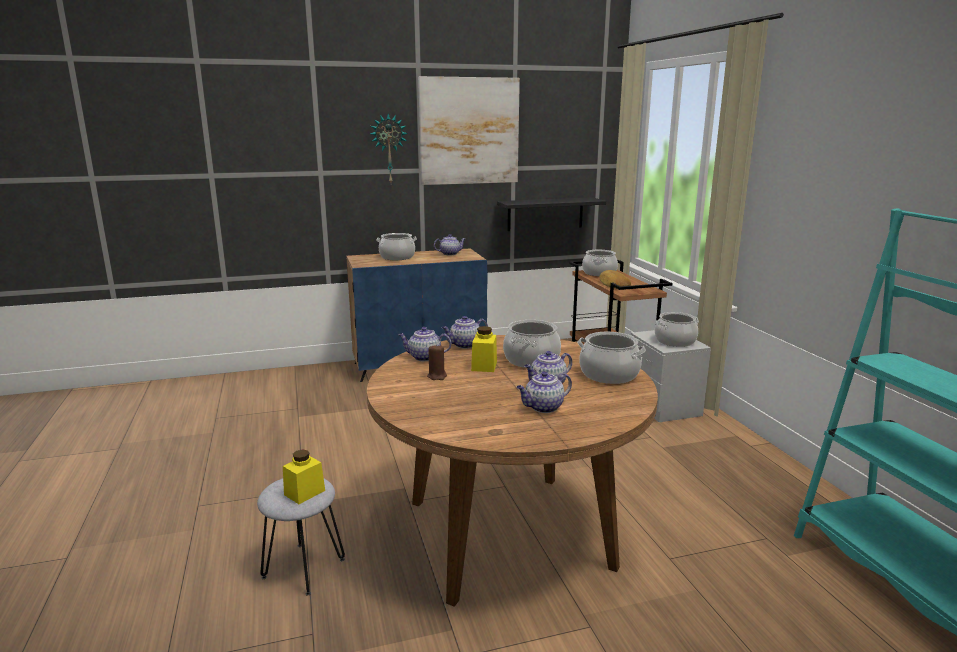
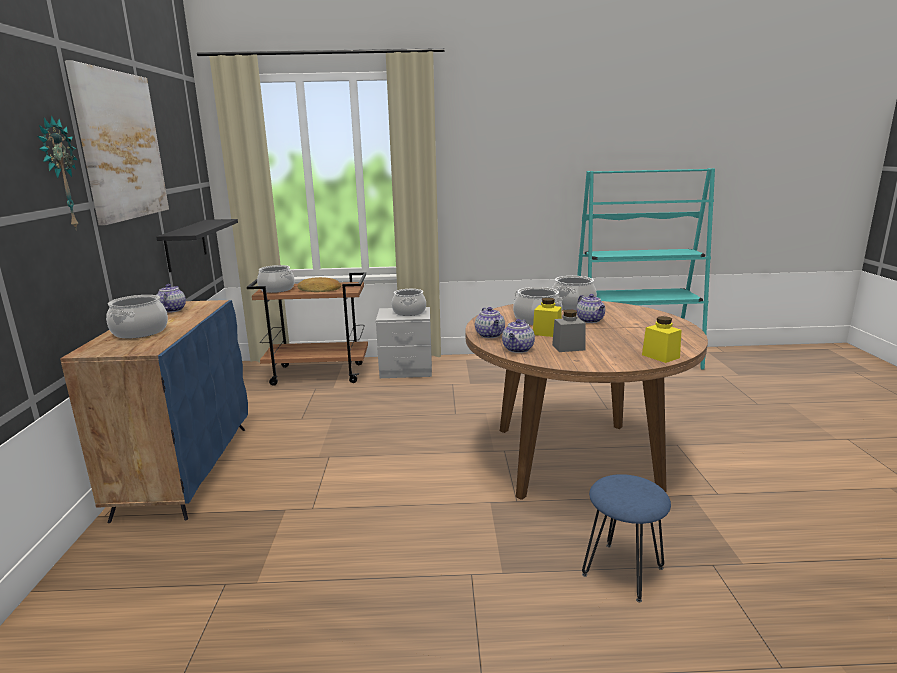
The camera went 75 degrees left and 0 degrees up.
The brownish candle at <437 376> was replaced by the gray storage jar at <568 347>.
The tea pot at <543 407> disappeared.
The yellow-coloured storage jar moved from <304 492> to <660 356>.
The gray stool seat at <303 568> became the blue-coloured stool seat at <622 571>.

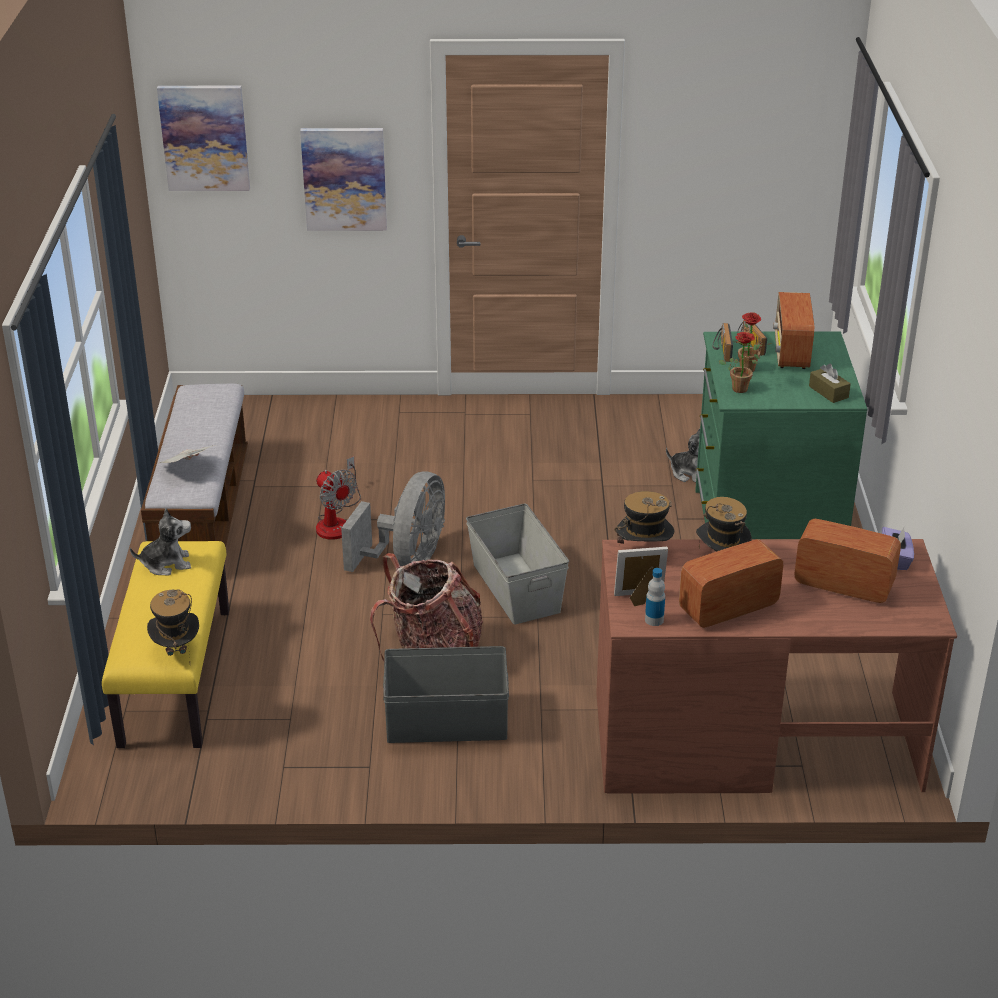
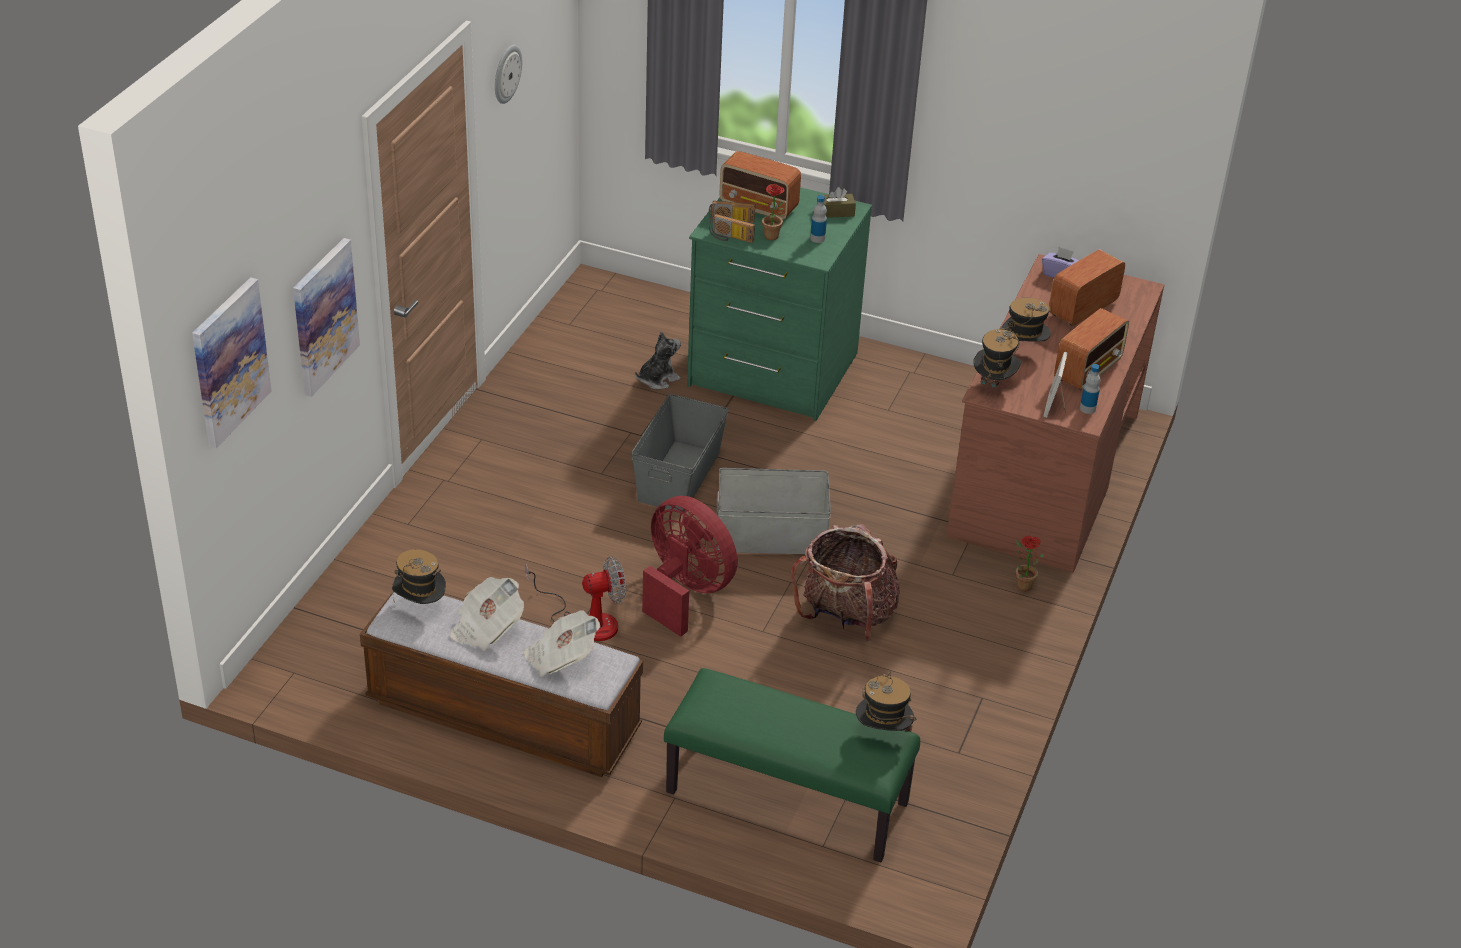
The camera went 70 degrees left and 5 degrees up.
The potted plant moved from <741 387> to <1021 584>.
The gray fan at <407 560> became the red fan at <685 592>.
The cuddly toy at <166 564> disappeared.
The radio at <727 608> turned 135 degrees counterclockwise.
The yellow-coloured long seat at <174 676> became the green long seat at <785 798>.
The gray storage container moved from <447 723> to <680 476>.
The hanging clock at <506 73> appeared.
The drink bottle at <817 238> appeared.
The wearable hat at <420 607> appeared.
The printed paper at <486 628> appeared.

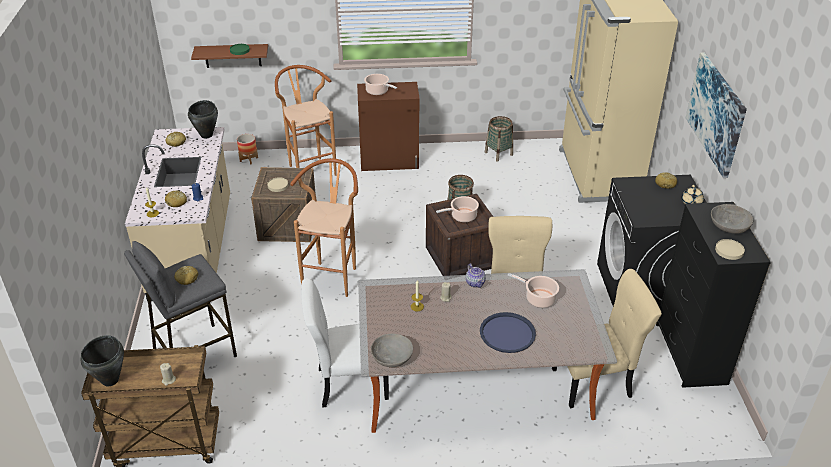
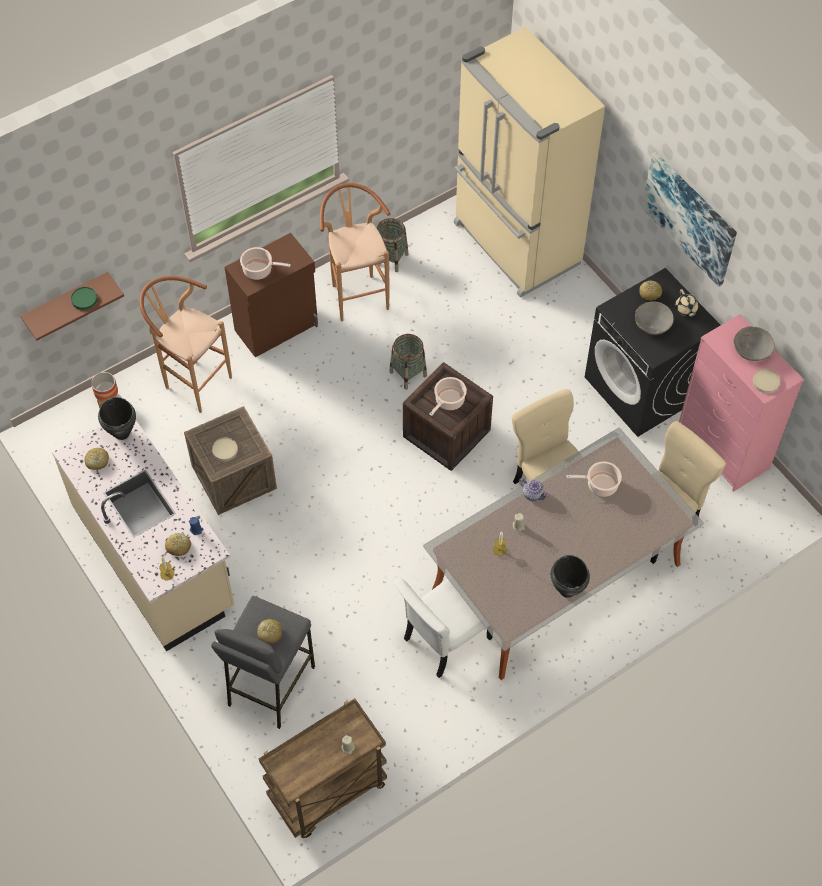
The camera went 30 degrees left and 20 degrees up.
The brownish stool seat moved from <332 275> to <357 293>.
The black-coloured chest of drawers at <691 354> became the pink-coloured chest of drawers at <723 449>.
The blue-coloured tray at <507 333> disappeared.
The gray bowl moved from <392 358> to <652 324>.
The black-coloured stockpot moved from <110 380> to <567 590>.

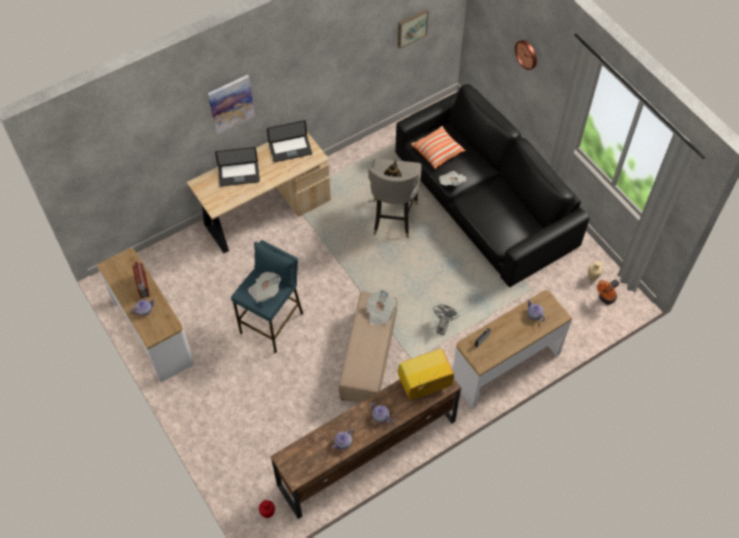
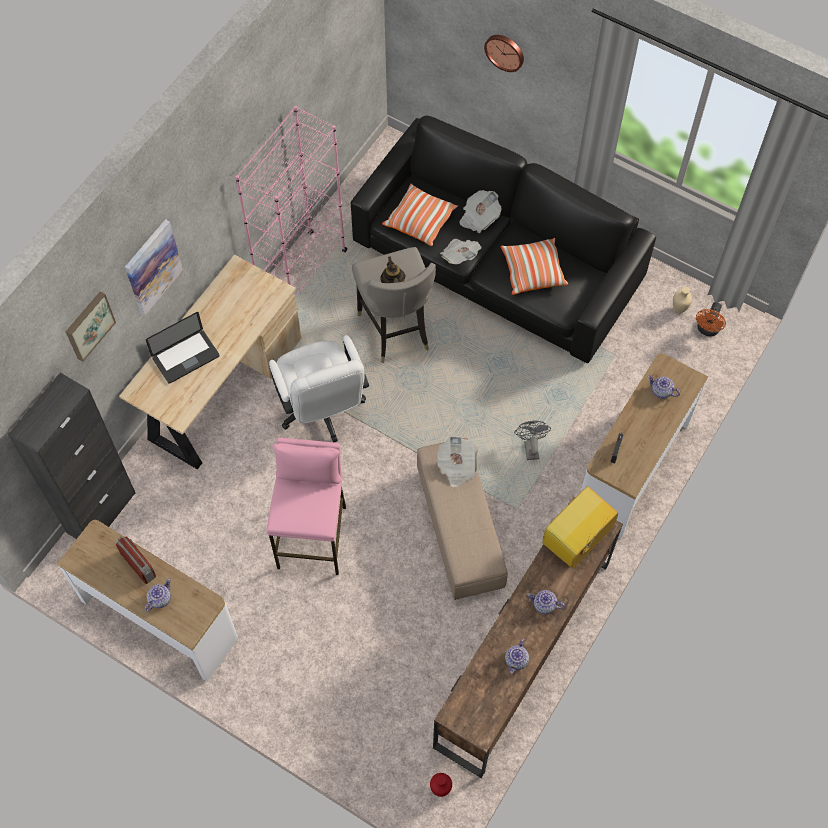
The camera went 25 degrees left and 5 degrees up.
The wall art moved from <411 27> to <88 325>.
The portable computer at <290 149> disappeared.
The blue-coloured stool seat at <272 323> became the pink-coloured stool seat at <313 537>.
The printed paper moved from <264 291> to <479 217>.
The pink-coloured bookshelf at <302 274> appeared.
The throw pillow at <532 271> appeared.
The whitish computer chair at <322 411> appeared.
The black-coloured storage cabinet at <101 513> appeared.

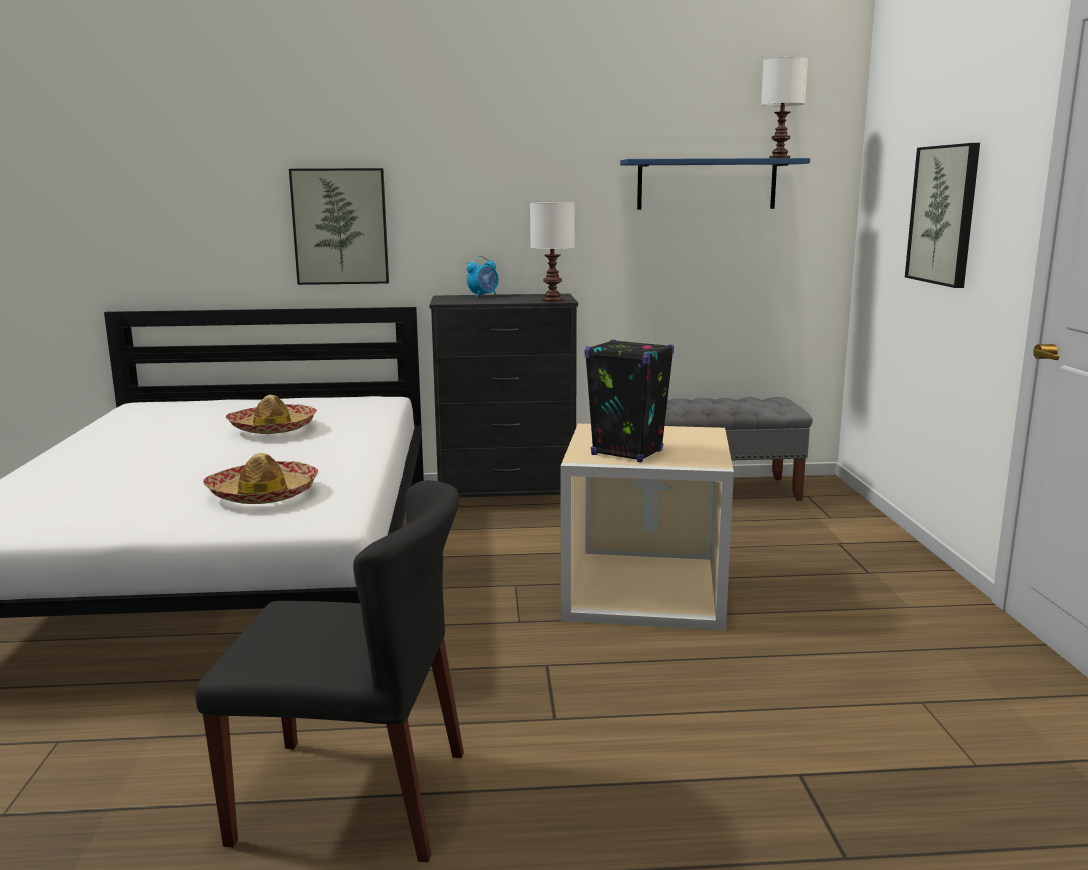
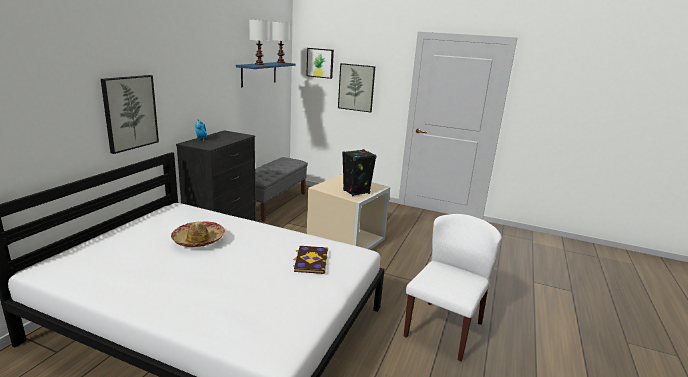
The camera went 65 degrees left and 5 degrees up.
The whitish table lamp moved from <552 301> to <259 64>.
The wearable hat at <263 494> was replaced by the book at <310 261>.
The black-coloured upright chair at <354 796> became the whitish upright chair at <443 329>.
The wall art at <320 63> appeared.

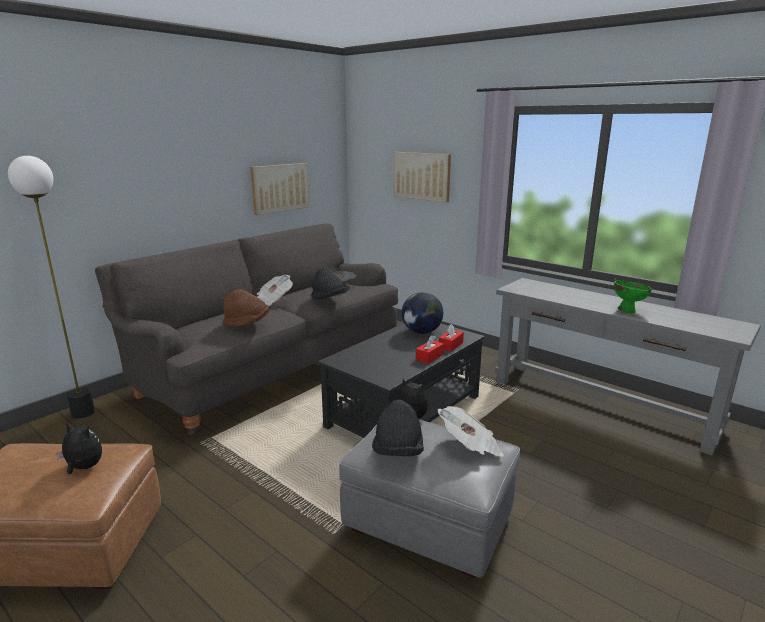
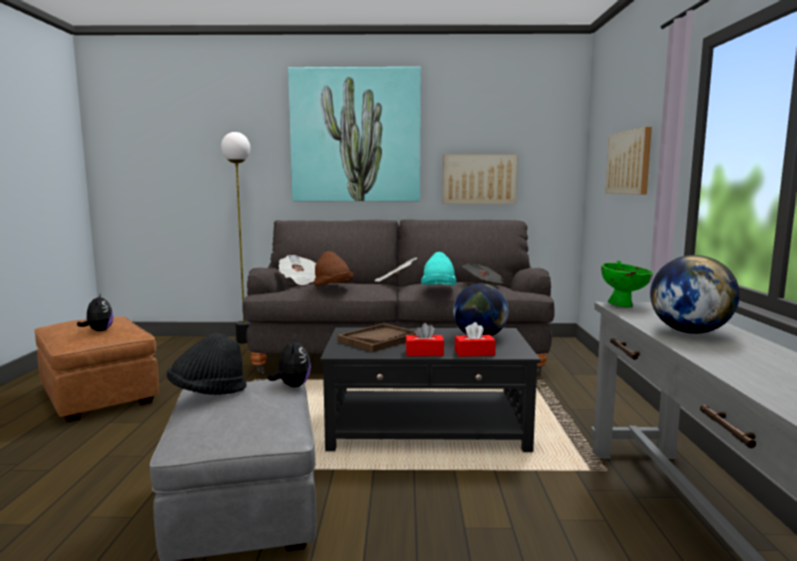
The camera went 50 degrees right and 10 degrees down.
The black-coloured wearable hat at <328 299> became the blue-green wearable hat at <438 288>.
The green bowl moved from <627 310> to <623 305>.
The printed paper moved from <470 446> to <299 281>.
The wall art at <355 136> appeared.
The desk globe at <689 332> appeared.
The brownish tray at <379 339> appeared.

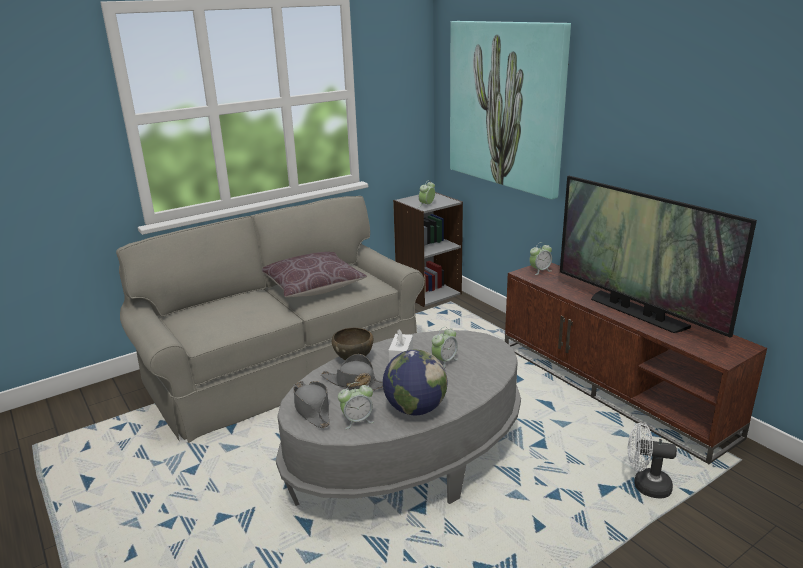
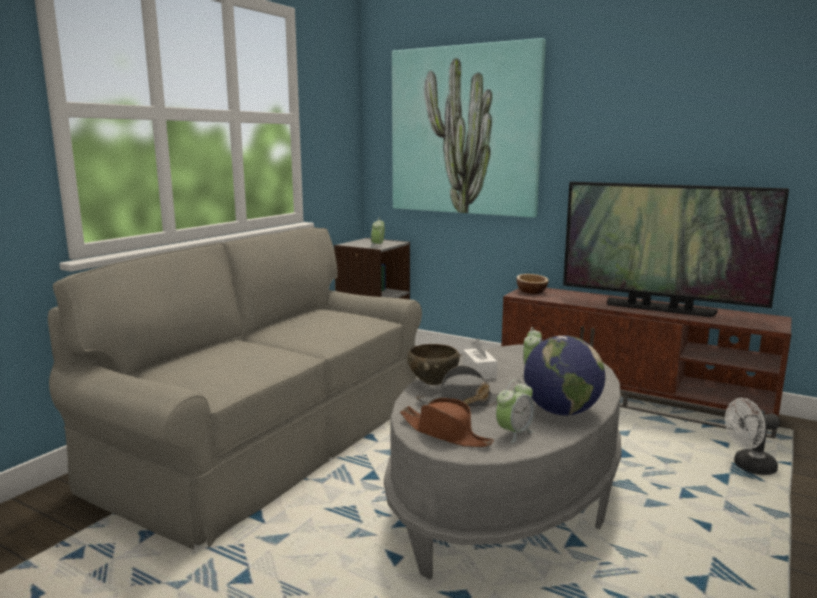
The camera went 25 degrees left and 10 degrees down.
The table clock at <540 271> was replaced by the bowl at <531 292>.
The brownish throw pillow at <313 286> disappeared.
The gray wearable hat at <311 409> became the brownish wearable hat at <445 433>.

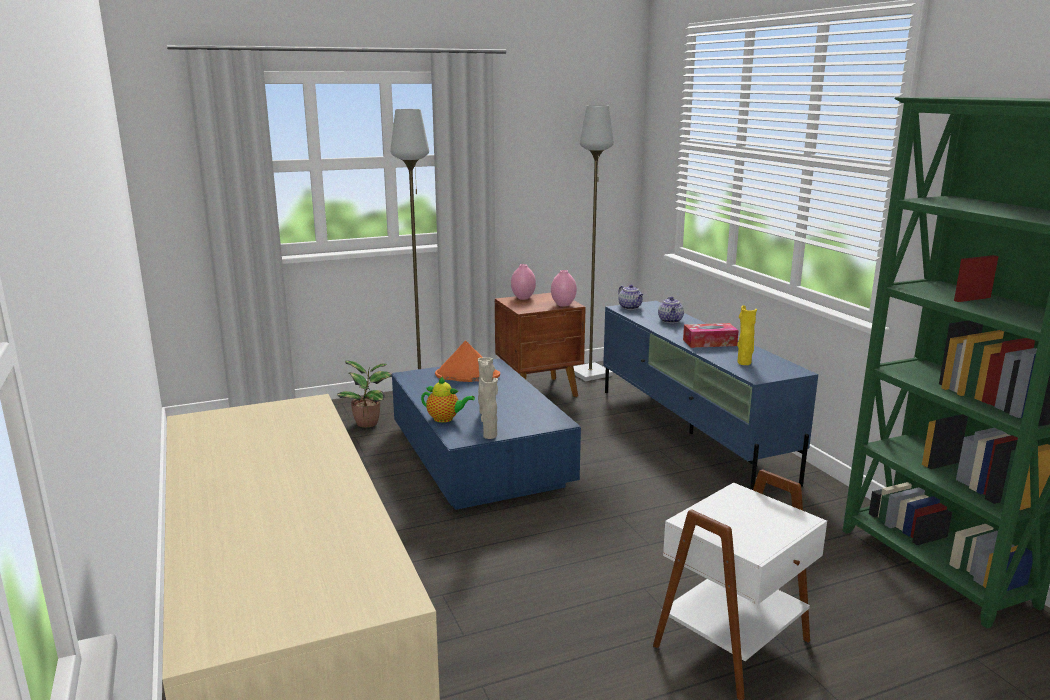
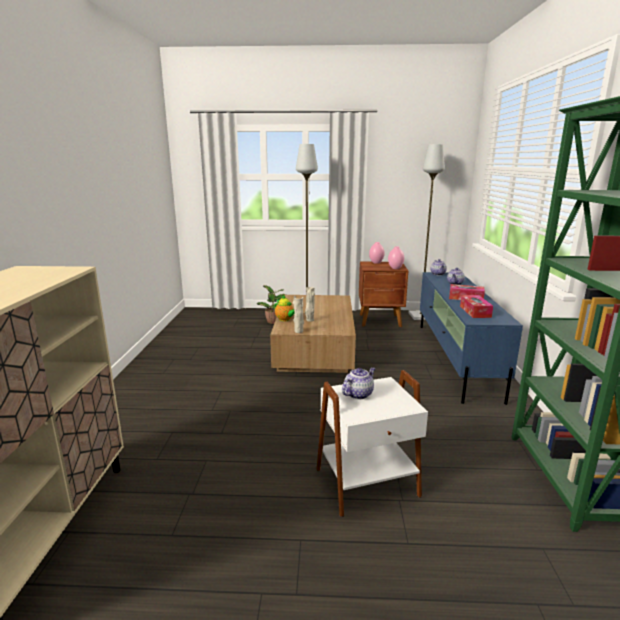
The camera went 25 degrees right and 0 degrees up.
The yellow-coloured vase at <744 363> was replaced by the tissue box at <475 312>.
The orangey wearable hat at <467 375> disappeared.
The blue-coloured coffee table at <479 456> became the brownish coffee table at <314 348>.
The tea pot at <358 394> appeared.

